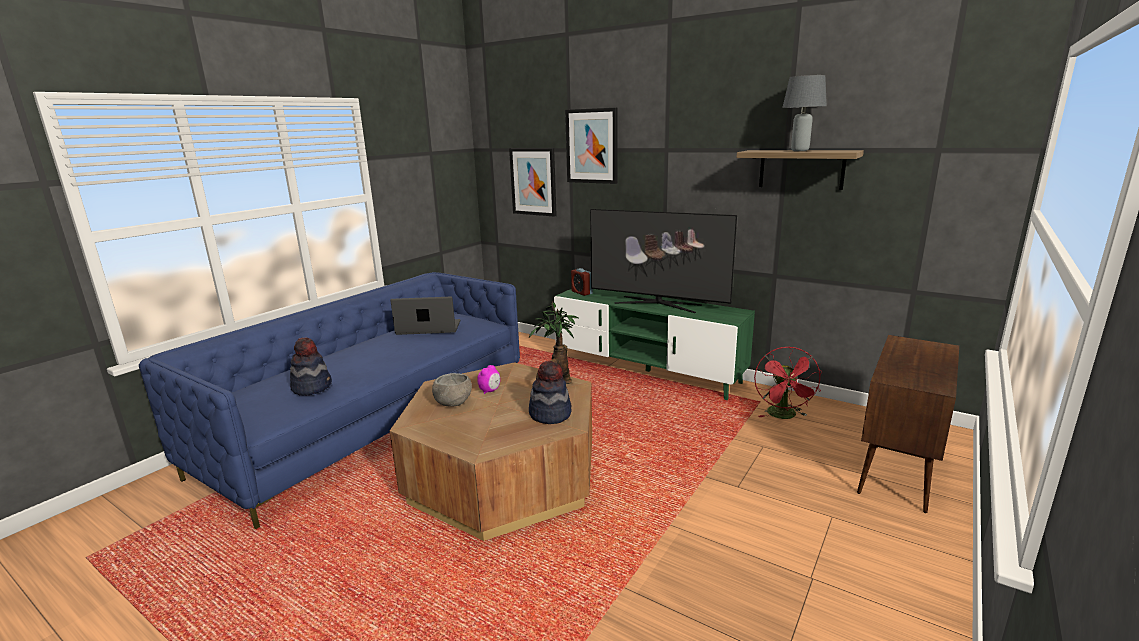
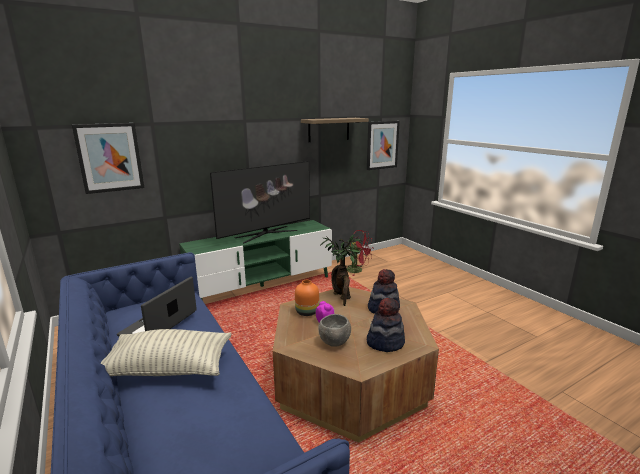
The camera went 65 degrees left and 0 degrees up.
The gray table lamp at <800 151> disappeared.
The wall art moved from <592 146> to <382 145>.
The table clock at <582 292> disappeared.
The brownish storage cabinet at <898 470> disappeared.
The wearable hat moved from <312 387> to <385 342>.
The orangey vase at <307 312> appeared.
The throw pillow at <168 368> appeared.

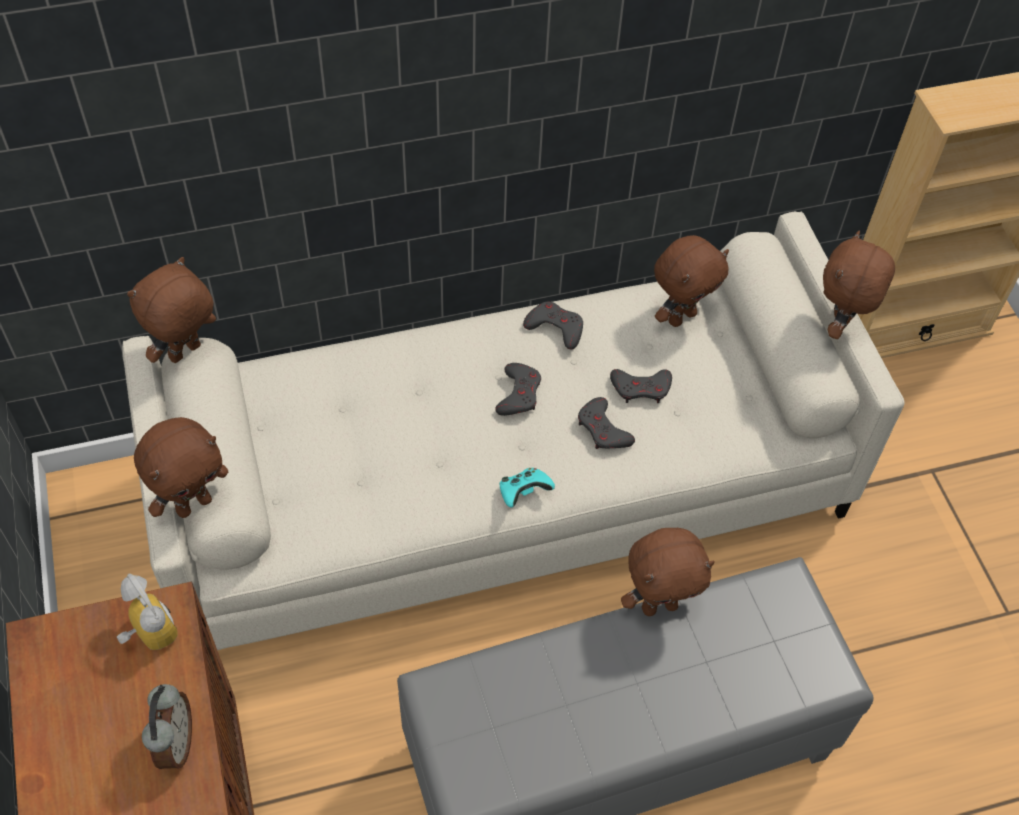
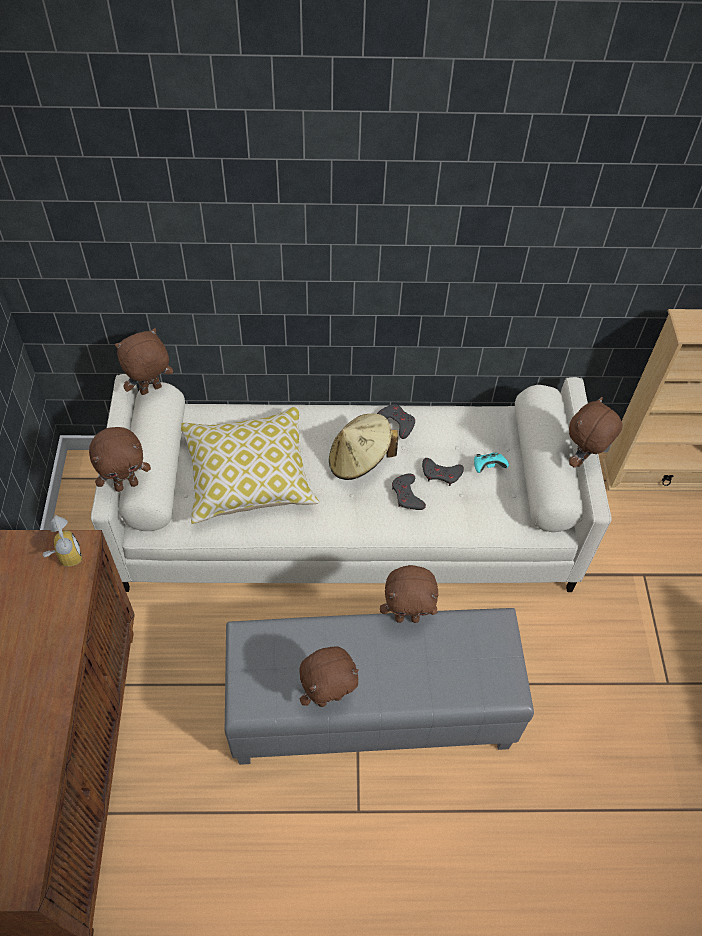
The camera went 15 degrees right and 0 degrees up.
The brownish cuddly toy moved from <681 316> to <329 697>.
The gray gamepad at <519 393> was replaced by the beige-coloured wearable hat at <359 460>.
The blue-green gamepad moved from <523 493> to <488 467>.
The table clock at <175 743> disappeared.
The throw pillow at <249 475> appeared.

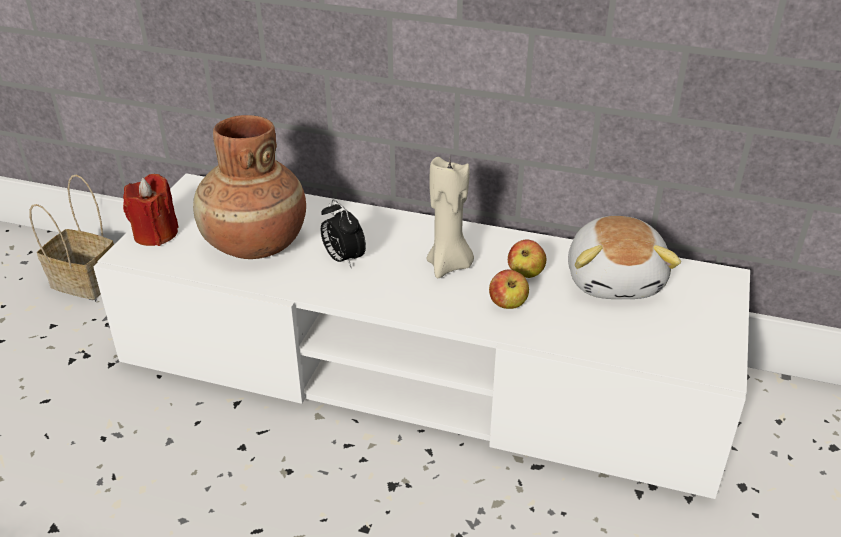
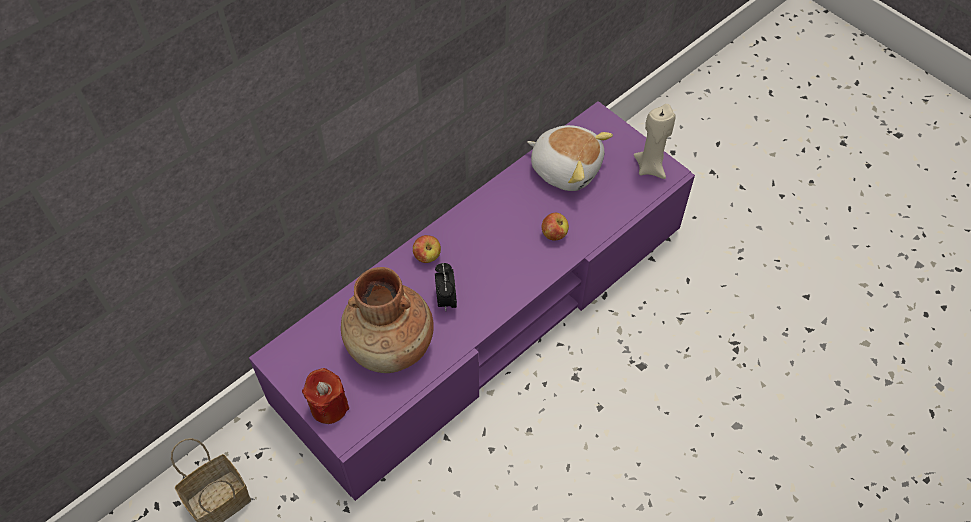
The camera went 60 degrees left and 20 degrees up.
The beige-coloured candle moved from <449 265> to <650 167>.
The whitish tv unit at <420 369> became the purplish tv unit at <485 313>.
The table clock at <343 259> turned 90 degrees clockwise.
The whole apple moved from <525 273> to <427 256>.

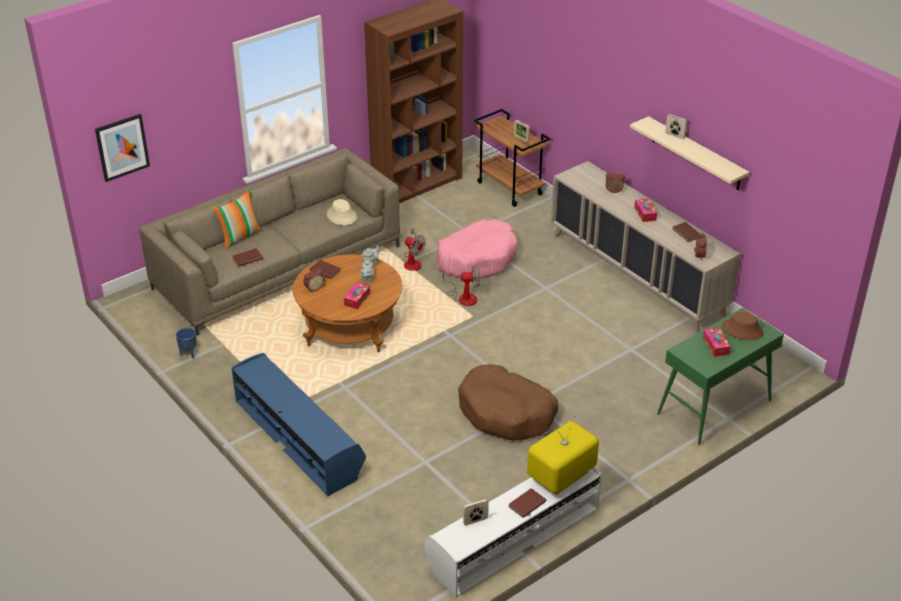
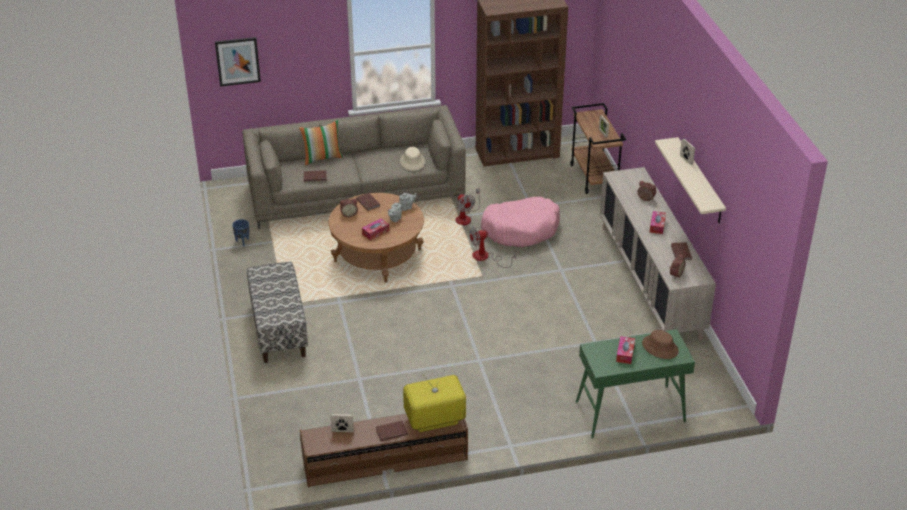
The camera went 25 degrees right and 0 degrees up.
The fan at <463 297> turned 135 degrees clockwise.
The blue-coloured tv unit at <299 437> was replaced by the long seat at <278 329>.
The brownish pet bed at <506 413> disappeared.
The whitish tv unit at <513 537> became the brownish tv unit at <384 458>.

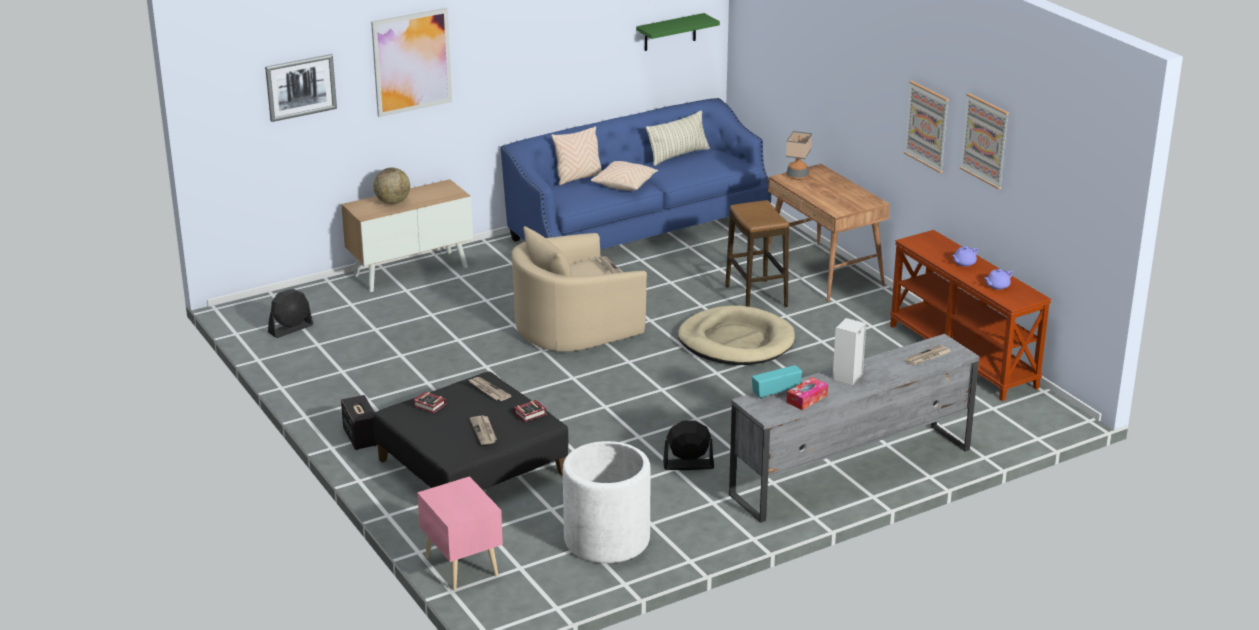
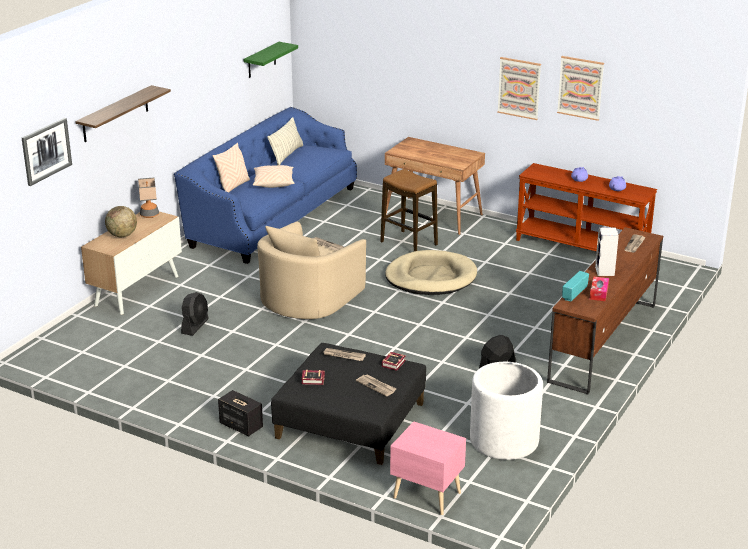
The camera went 30 degrees left and 0 degrees up.
The wall art at <411 62> was replaced by the wall shelf at <115 114>.
The table lamp moved from <797 176> to <149 215>.
The black-coloured fan moved from <291 329> to <195 326>.
The gray tv unit at <850 472> became the brownish tv unit at <603 342>.

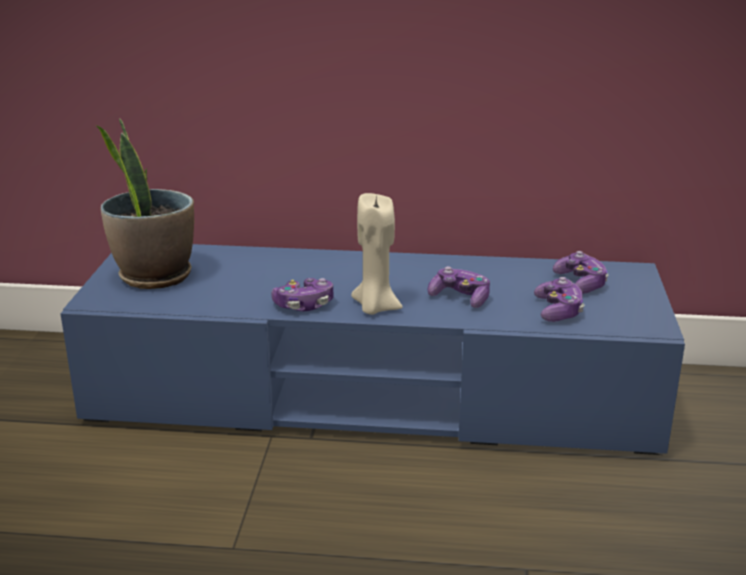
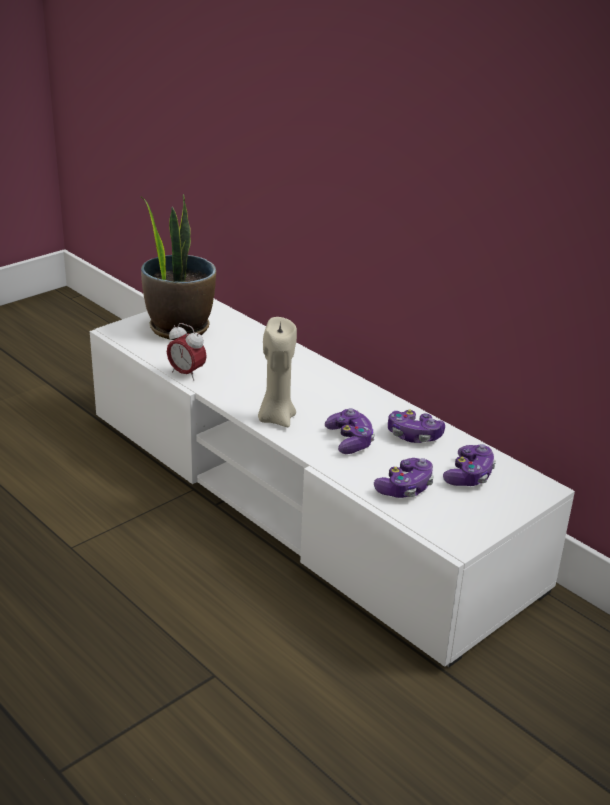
The camera went 40 degrees right and 5 degrees up.
The blue-coloured tv unit at <373 395> became the whitish tv unit at <301 497>.
The gamepad moved from <304 305> to <414 435>.
The table clock at <186 374> appeared.

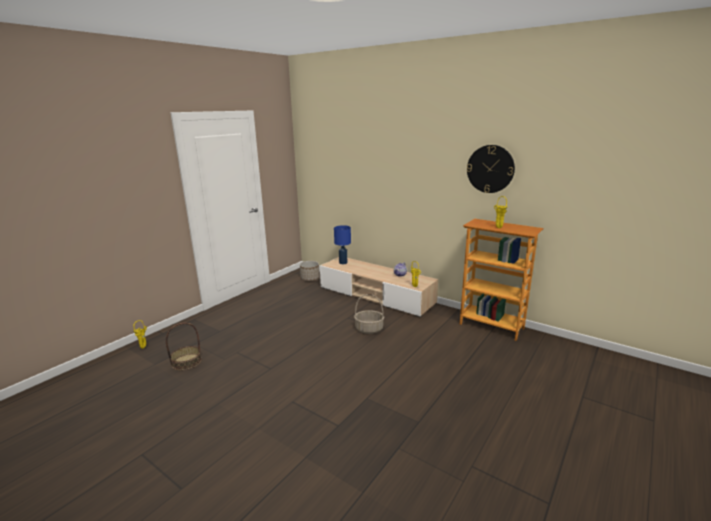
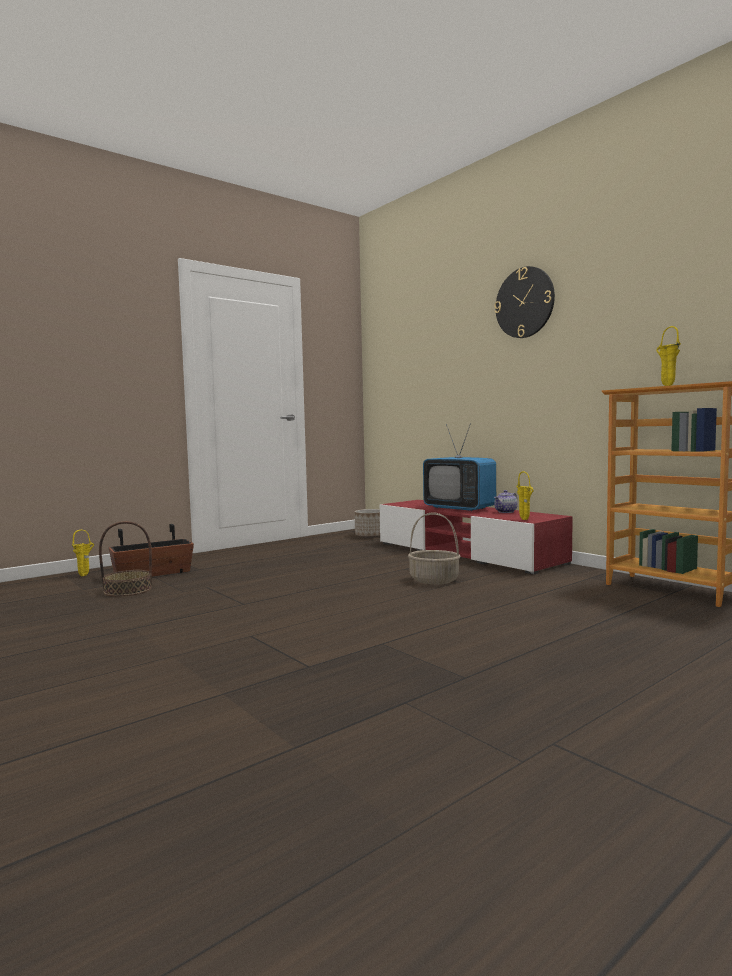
The camera went 15 degrees right and 15 degrees down.
The hanging clock moved from <490 169> to <524 302>.
The blue-coloured table lamp at <343 263> disappeared.
The beige-coloured tv unit at <376 295> became the red tv unit at <466 553>.
The TV set at <459 508> appeared.
The planter at <152 574> appeared.

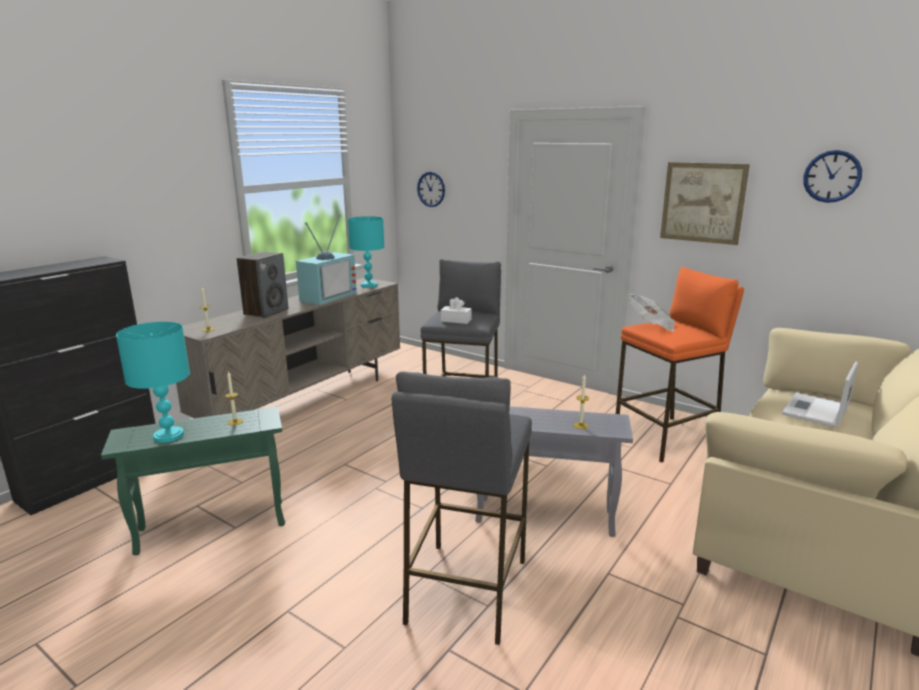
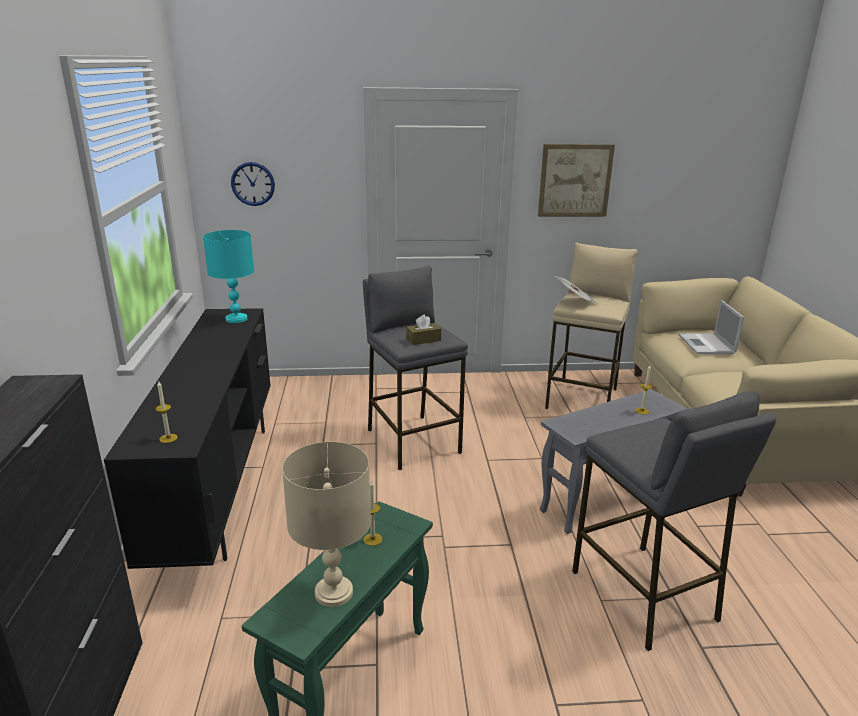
The camera went 40 degrees left and 5 degrees up.
The hanging clock at <832 176> disappeared.
The TV set at <327 296> disappeared.
The audio speaker at <266 312> disappeared.
The orangey stool seat at <667 438> became the beige-coloured stool seat at <583 398>.
The beige-coloured tv unit at <307 401> became the black-coloured tv unit at <219 487>.
The whitish tissue box at <456 320> became the brownish tissue box at <423 340>.
The blue-green table lamp at <168 436> became the beige-coloured table lamp at <333 593>.

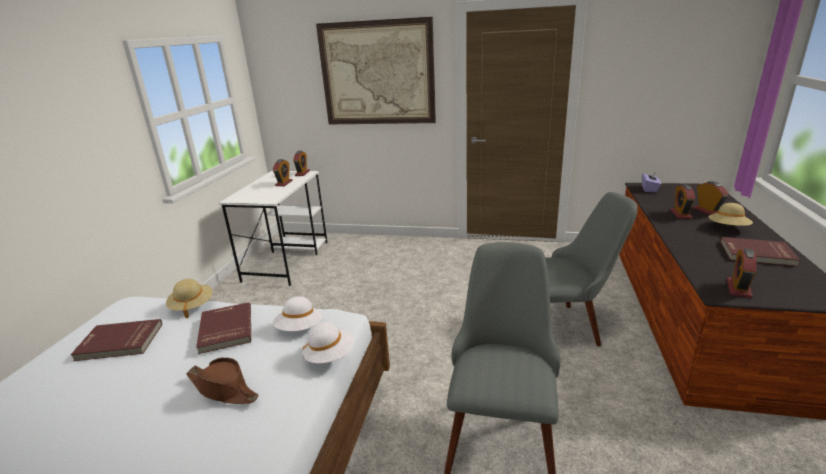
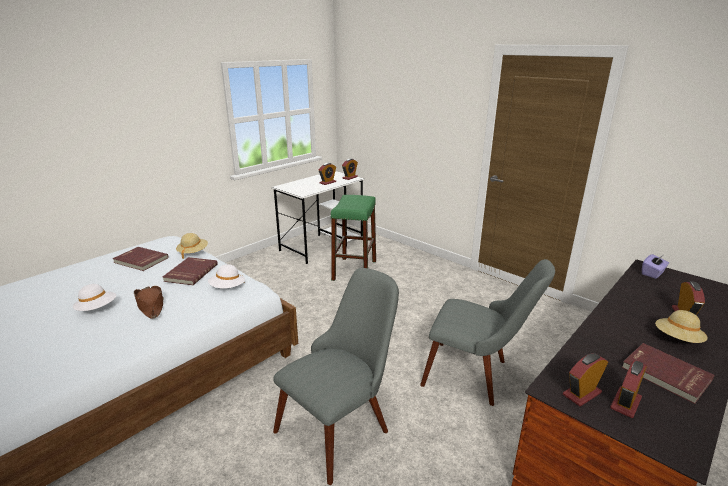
The camera went 30 degrees right and 0 degrees up.
The wall art at <377 74> disappeared.
The table clock moved from <680 214> to <625 403>.
The whitish wearable hat moved from <330 356> to <97 309>.
The green stool seat at <354 270> appeared.

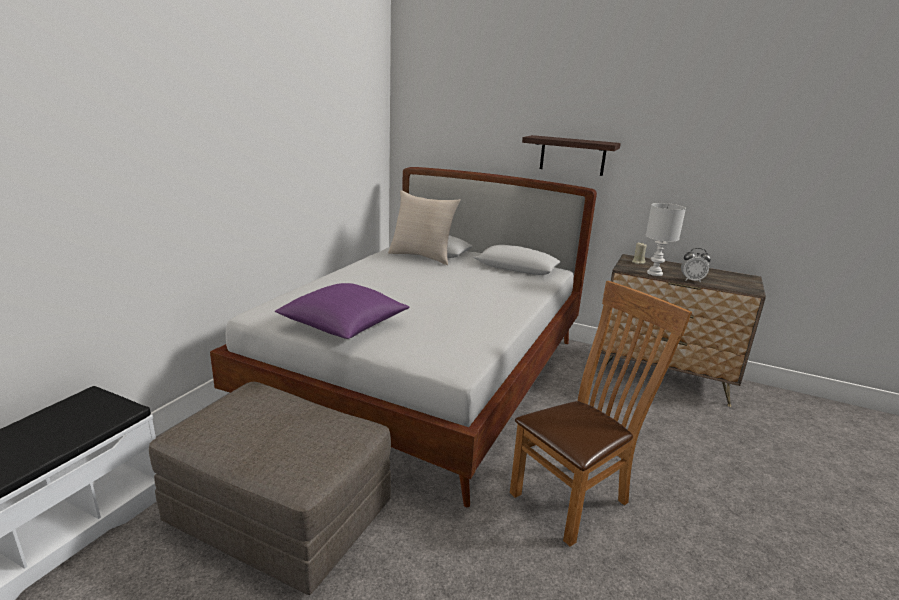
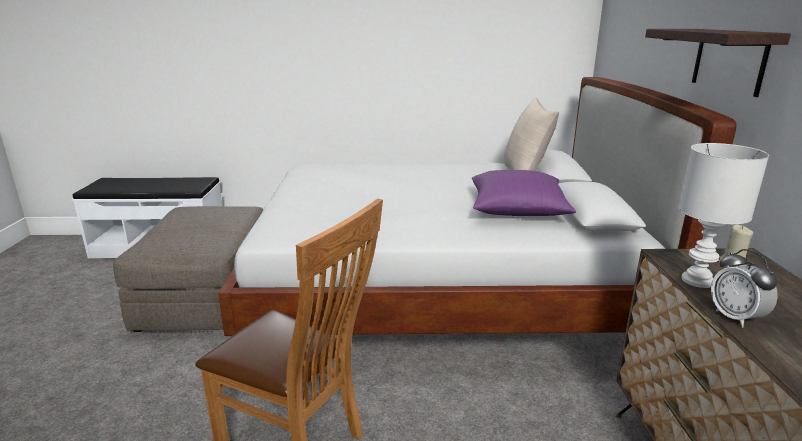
The camera went 65 degrees right and 0 degrees up.
The purplish throw pillow moved from <344 325> to <517 210>.

